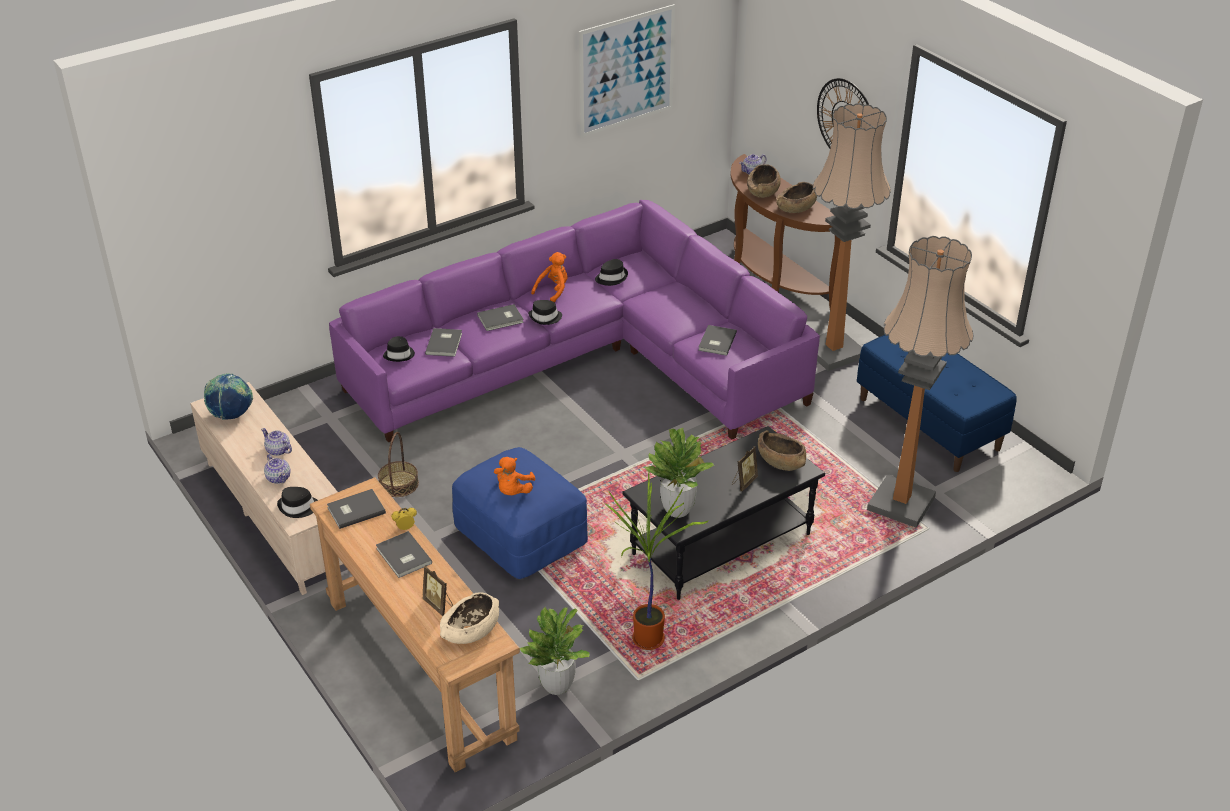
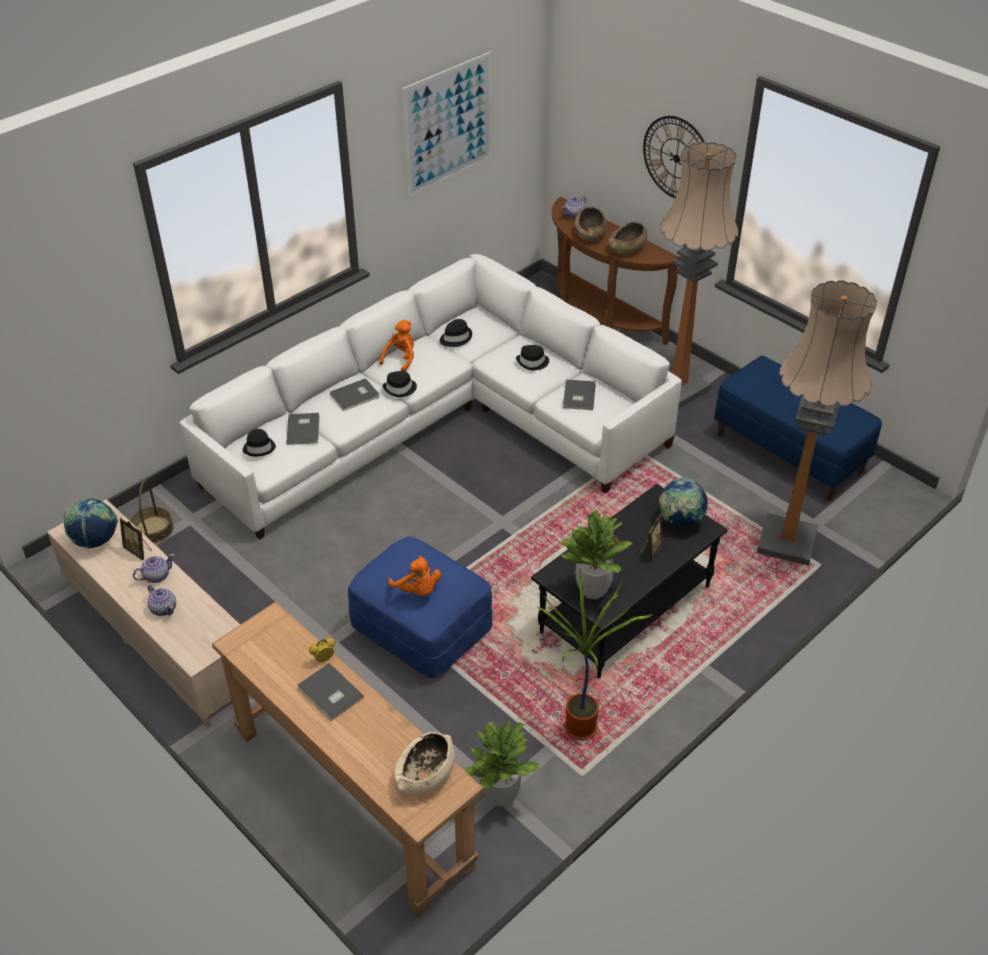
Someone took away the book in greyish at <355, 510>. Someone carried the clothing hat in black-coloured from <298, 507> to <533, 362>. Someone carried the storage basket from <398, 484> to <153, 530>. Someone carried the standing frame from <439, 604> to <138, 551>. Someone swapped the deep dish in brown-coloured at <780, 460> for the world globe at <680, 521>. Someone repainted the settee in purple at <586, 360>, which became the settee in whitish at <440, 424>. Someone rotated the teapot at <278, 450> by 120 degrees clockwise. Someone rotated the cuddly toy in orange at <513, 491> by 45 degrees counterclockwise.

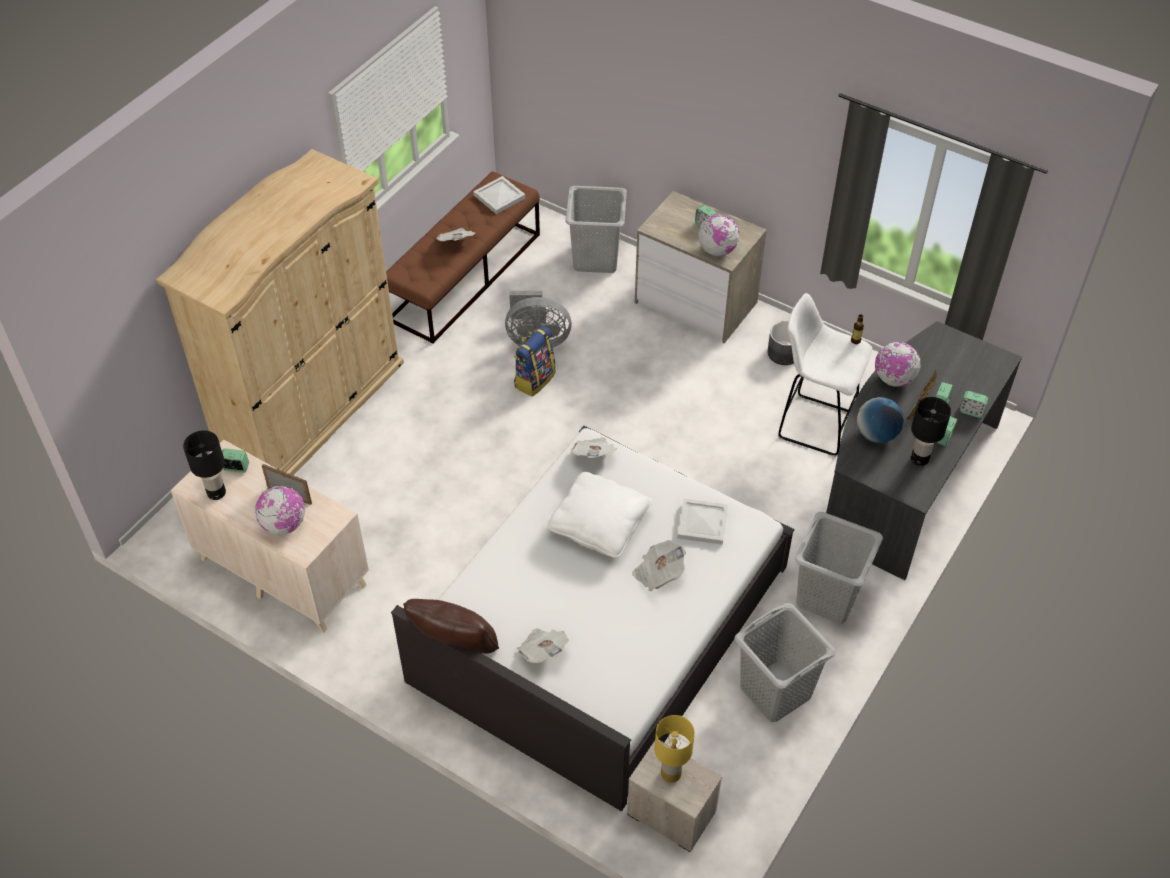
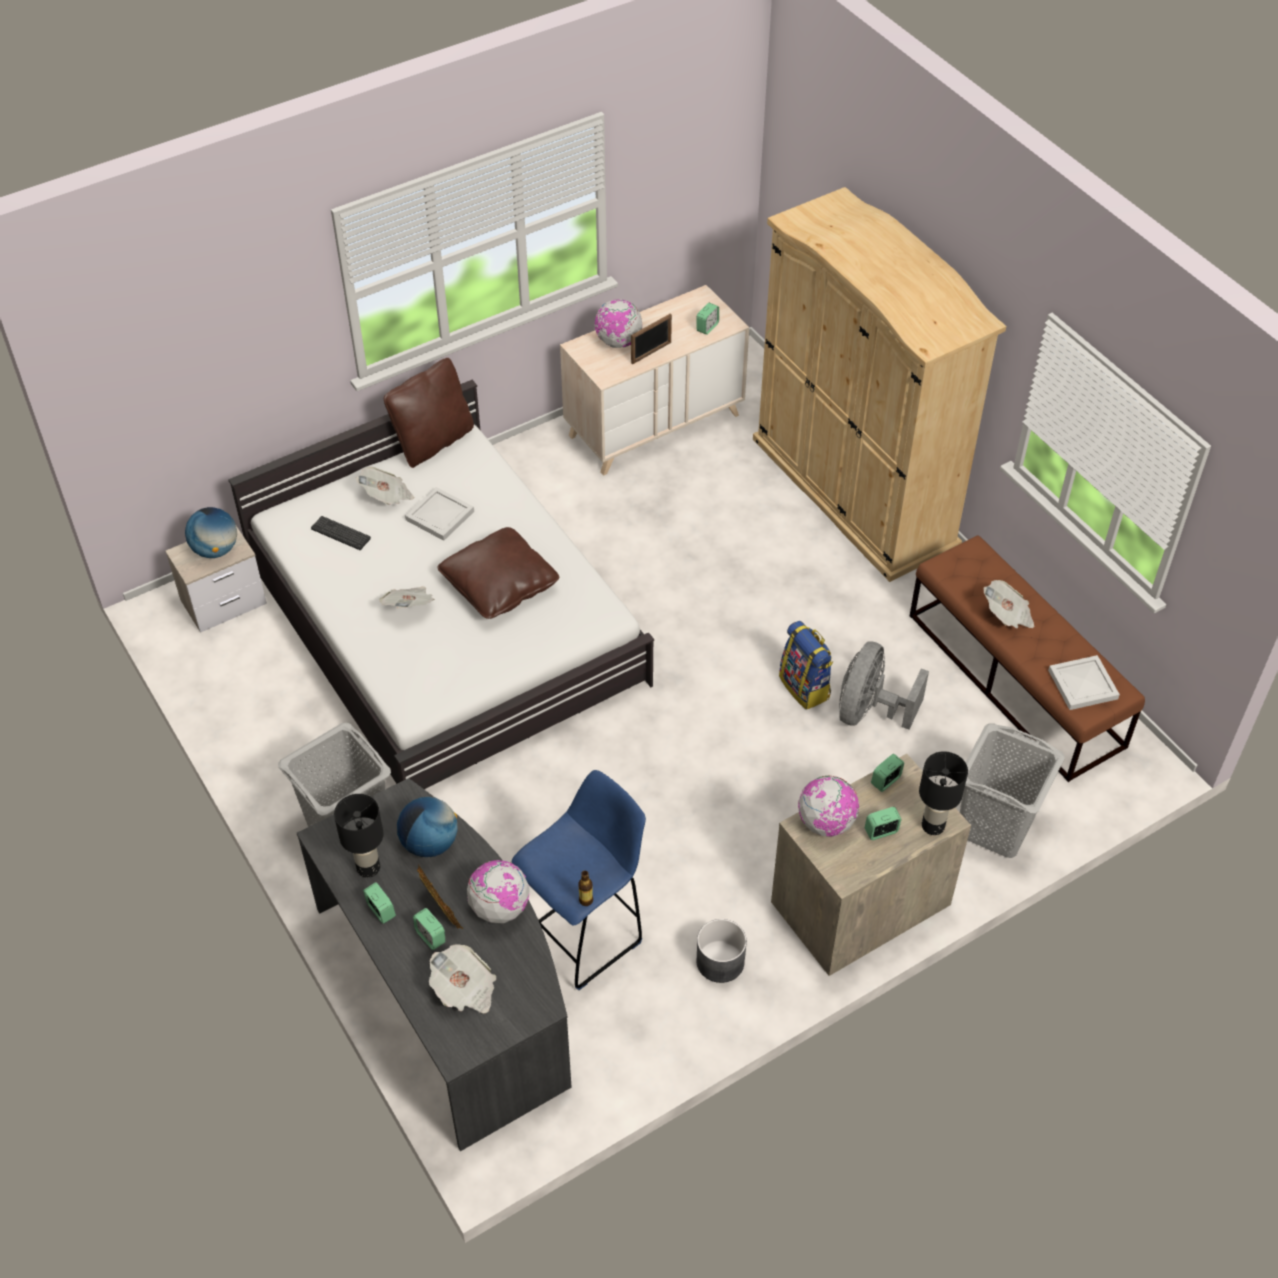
Someone took away the washing basket in greyish at <775, 692>. Someone put down the keyboard at <340, 533>. Someone carried the lamp for a table in black-coloured from <217, 493> to <932, 826>. Someone carried the printed paper from <594, 455> to <464, 989>. Someone carried the carrying tray in whitish from <701, 522> to <441, 515>. Someone carried the alarm clock from <971, 411> to <886, 781>. Someone swapped the lamp for a table in yellow-coloured at <670, 773> for the world globe at <215, 550>. Someone repainted the pillow in whitish at <599, 524>, which became the pillow in brown-coloured at <499, 585>. Someone repainted the stool seat in whitish at <814, 424>, which became the stool seat in bluish at <585, 935>.

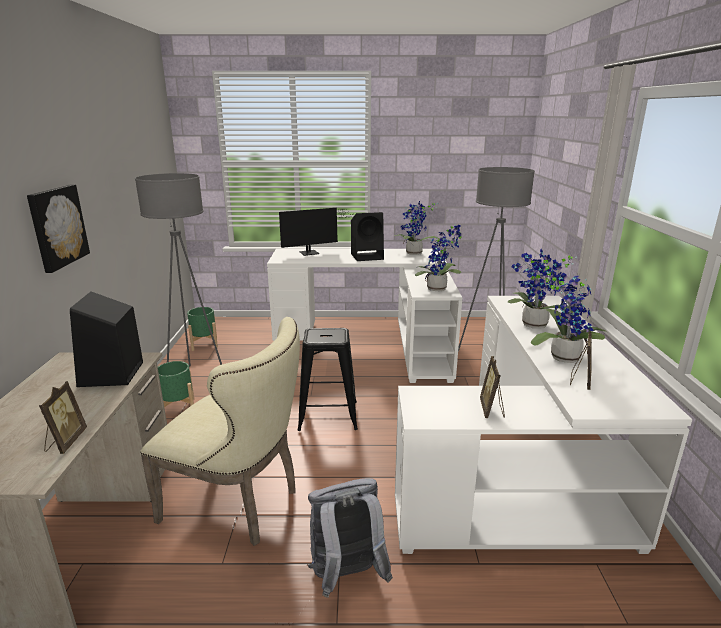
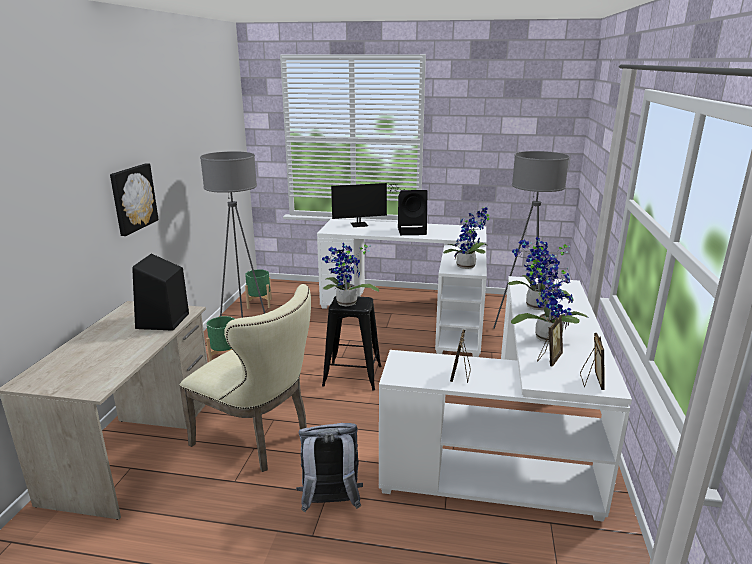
Someone carried the standing frame from <65, 442> to <591, 381>. Someone carried the houseplant from <414, 254> to <346, 304>.

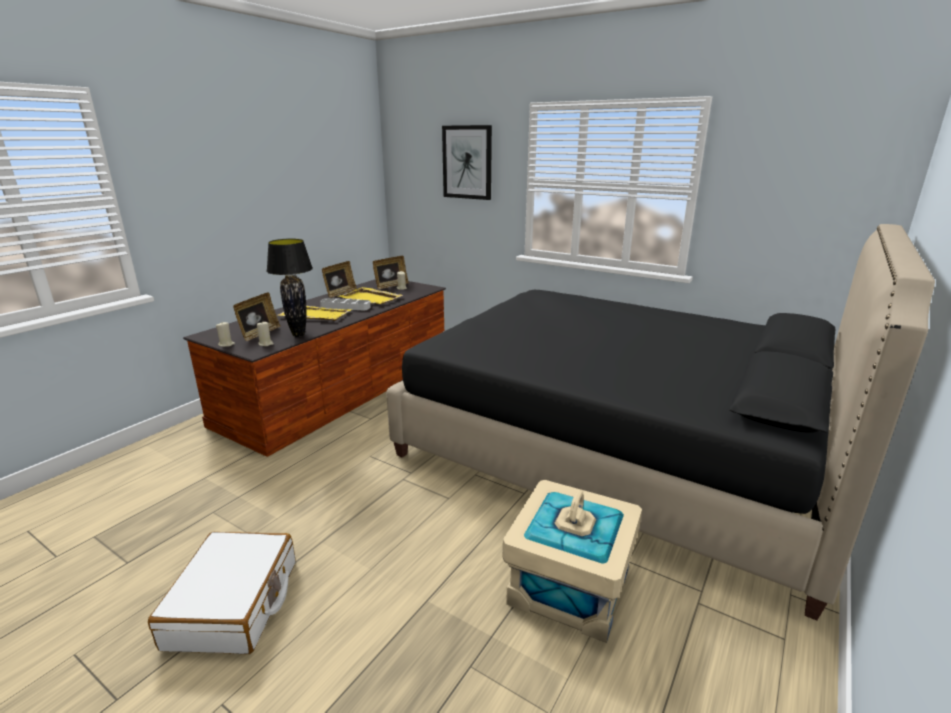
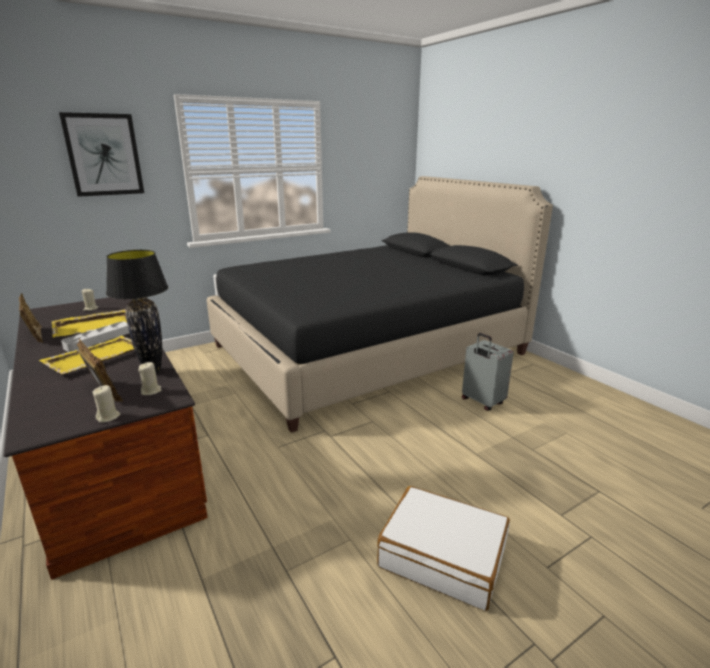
Someone took away the standing frame at <391, 285>. Someone swapped the storage box in beige-coloured at <568, 585> for the travel case in greyish at <482, 402>.

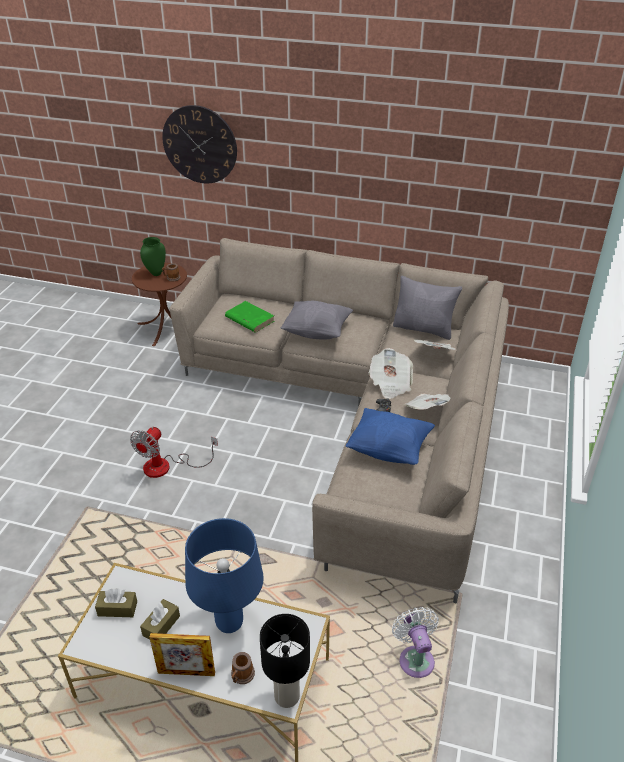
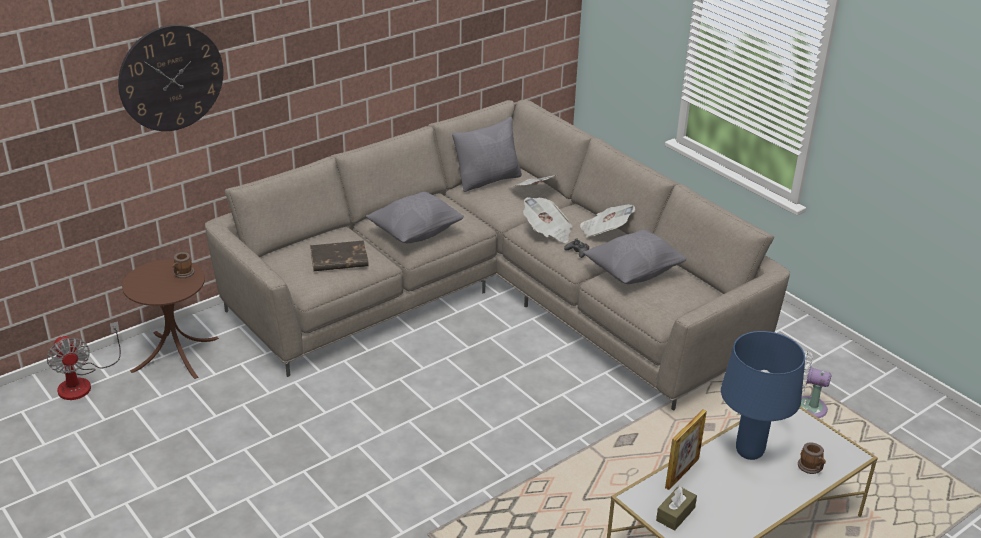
Someone took away the flower vase in greenish at <156, 274>. Someone took away the box of tissues in brown-coloured at <161, 625>. Someone took away the lamp for a table in black-coloured at <287, 697>. Someone carried the fan from <166, 466> to <82, 382>. Someone carried the standing frame from <186, 672> to <682, 473>. Someone repainted the book in greenish at <249, 319>, which became the book in brown-coloured at <338, 260>. Someone repainted the pillow in bluish at <389, 449>, which became the pillow in greyish at <633, 273>.

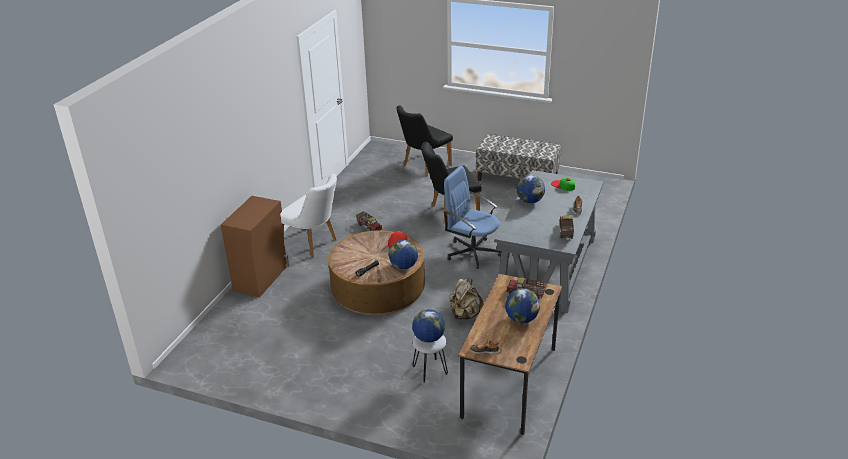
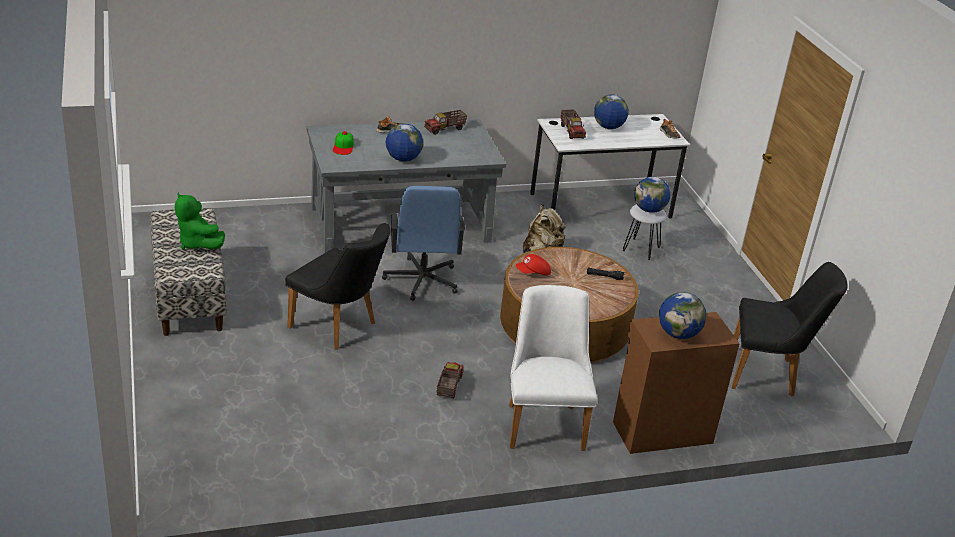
Someone put down the cuddly toy in greenish at <197, 244>. Someone carried the world globe from <403, 266> to <678, 334>. Someone carried the chair in black-coloured from <423, 166> to <769, 374>. Someone repainted the desk in brown-coloured at <509, 382>, which became the desk in whitish at <600, 205>.

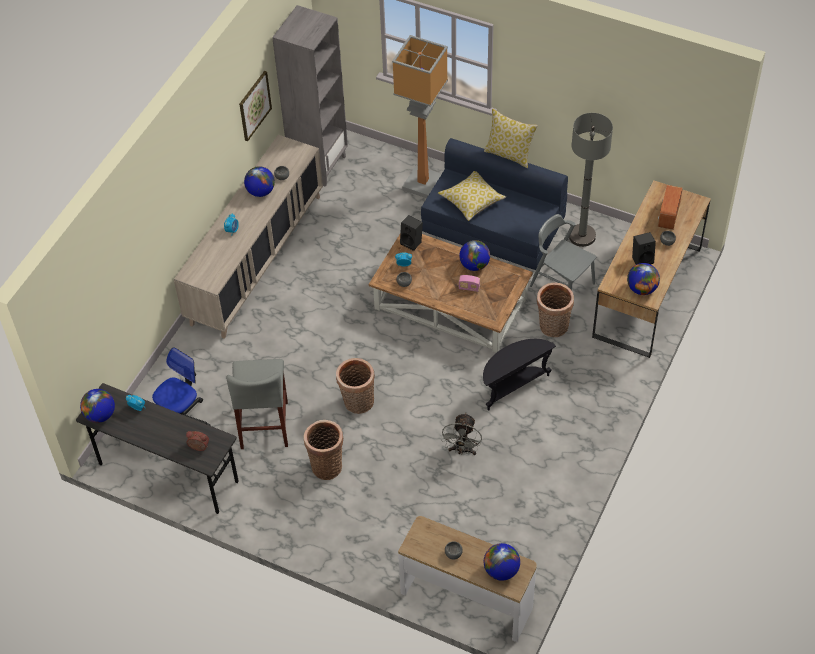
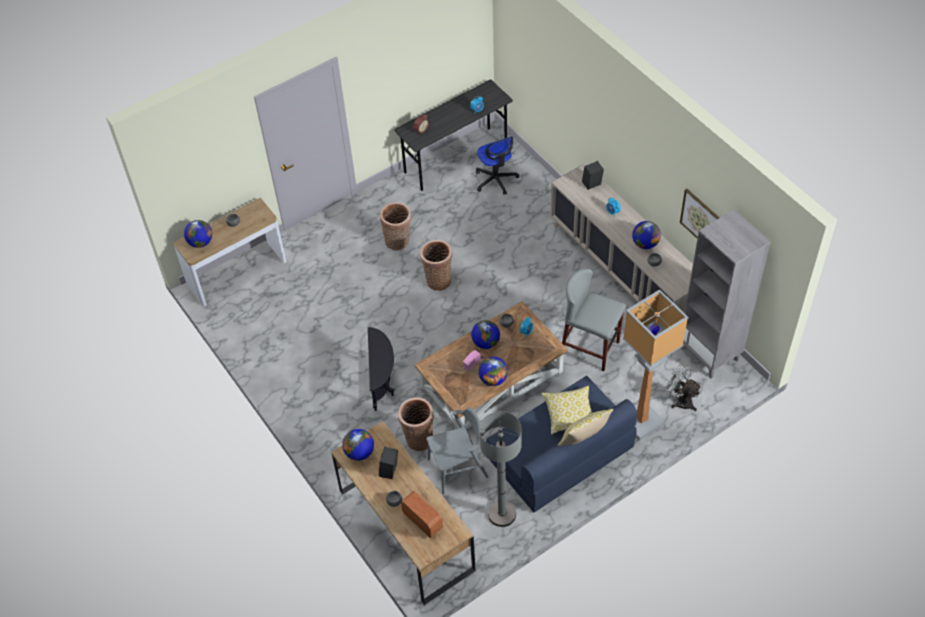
Someone carried the world globe from <100, 415> to <486, 342>. Someone carried the stool seat in greyish from <264, 425> to <590, 348>. Someone carried the audio speaker in black-coloured from <412, 242> to <591, 185>. Someone carried the fan in greyish from <462, 450> to <680, 400>.

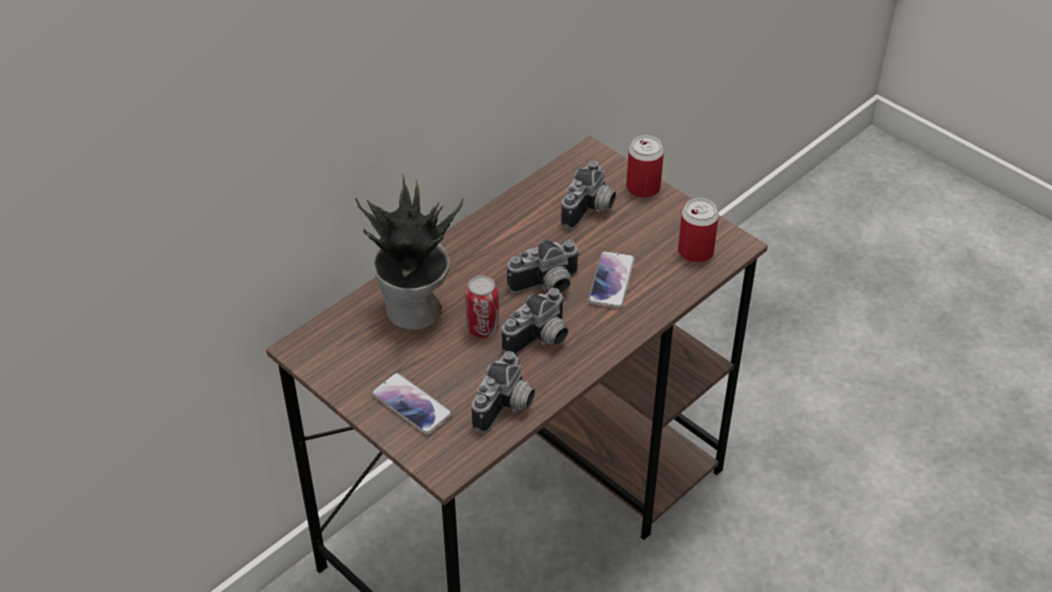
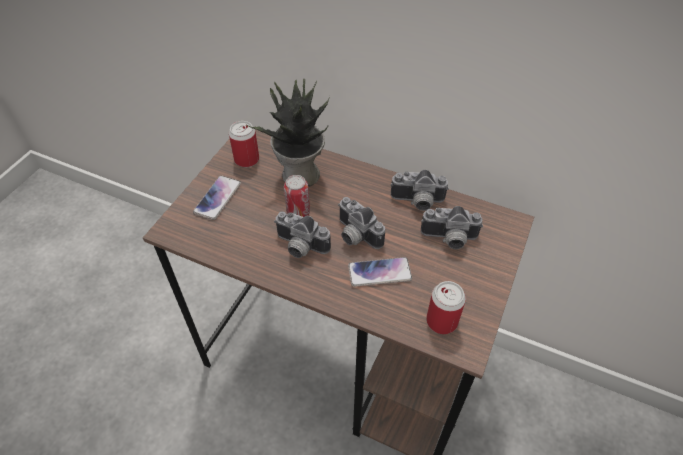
Someone carried the photo camera from <507, 408> to <417, 202>. Someone carried the metal can from <643, 188> to <246, 159>.

